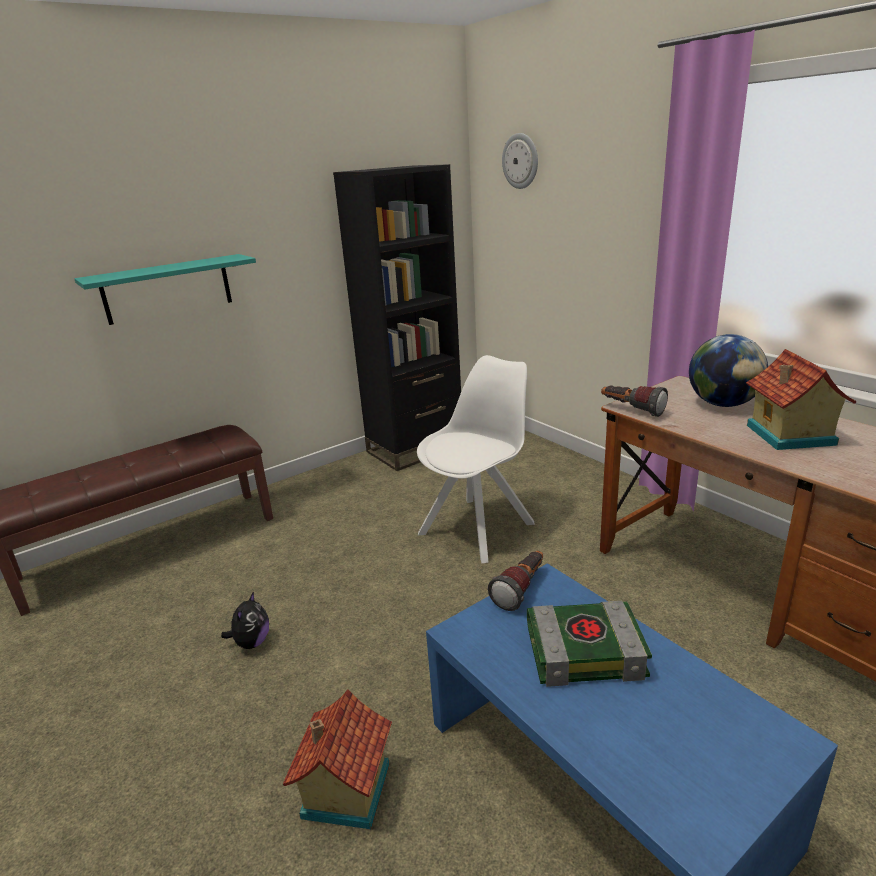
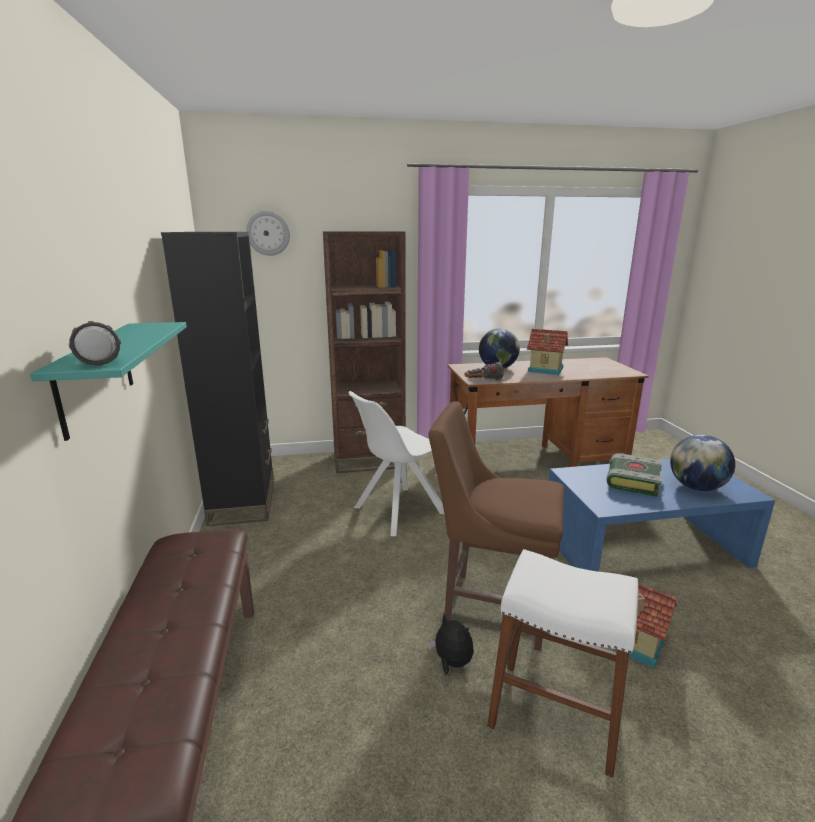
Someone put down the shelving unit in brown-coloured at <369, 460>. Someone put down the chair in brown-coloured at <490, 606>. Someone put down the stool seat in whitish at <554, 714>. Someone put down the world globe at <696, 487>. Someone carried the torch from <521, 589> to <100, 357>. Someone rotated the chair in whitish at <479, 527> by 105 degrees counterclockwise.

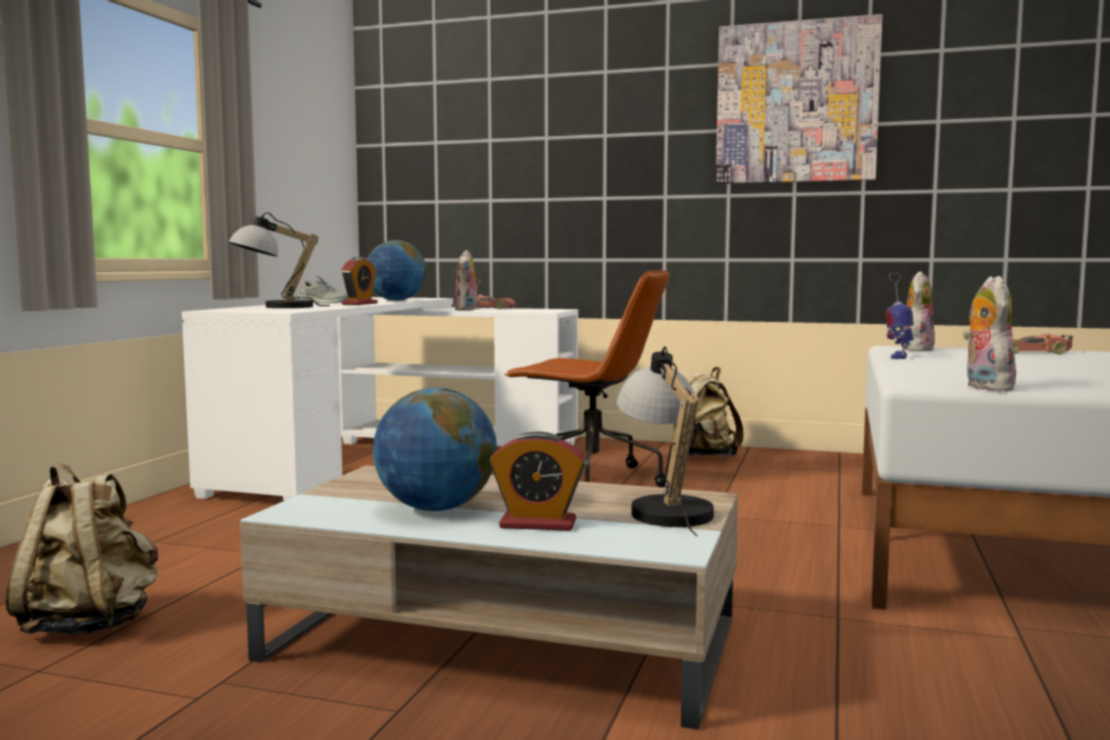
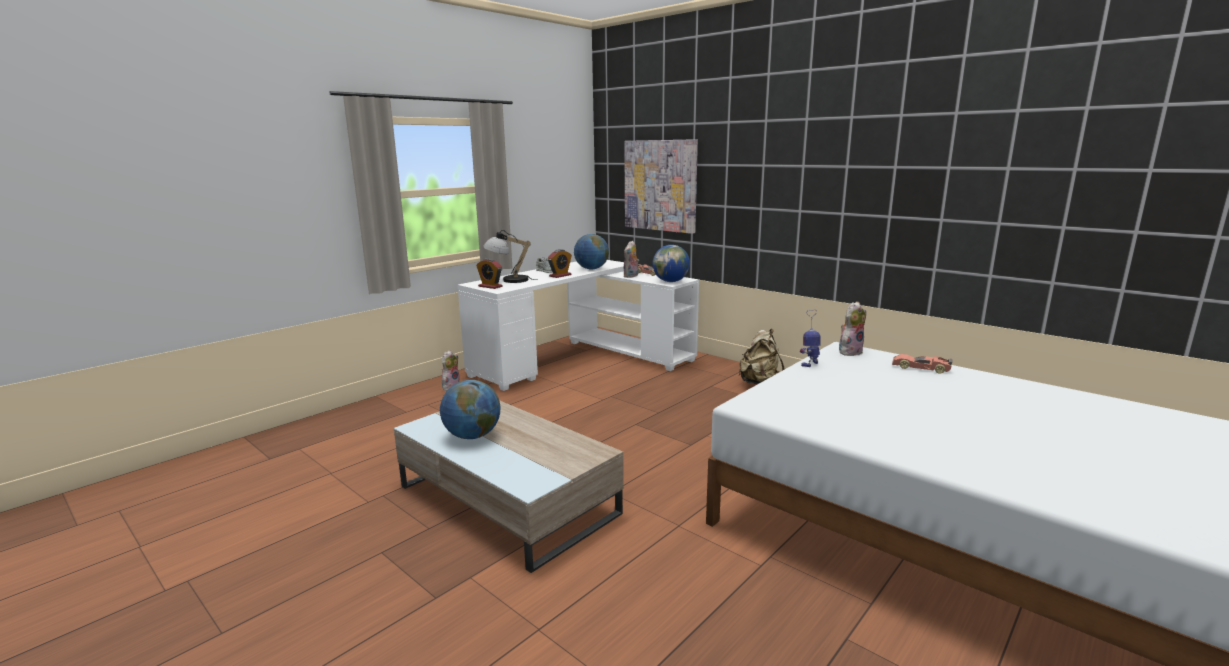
Someone took away the backpack in beige-coloured at <90, 624>. Someone took away the computer chair in brown-coloured at <590, 480>. Someone took away the lamp for a table at <664, 509>. Someone put down the world globe at <671, 281>. Someone carried the alarm clock from <538, 524> to <490, 286>. Someone carried the wall art from <796, 103> to <660, 185>. Someone carried the cuddly toy from <984, 387> to <451, 387>.

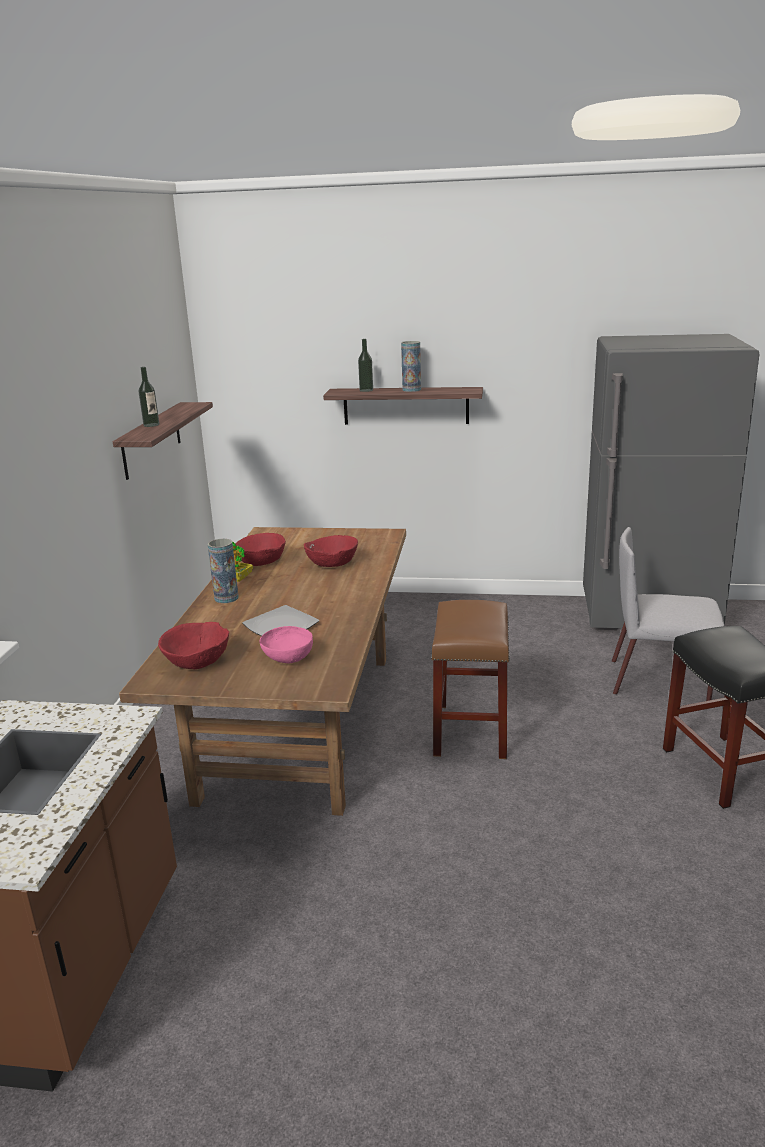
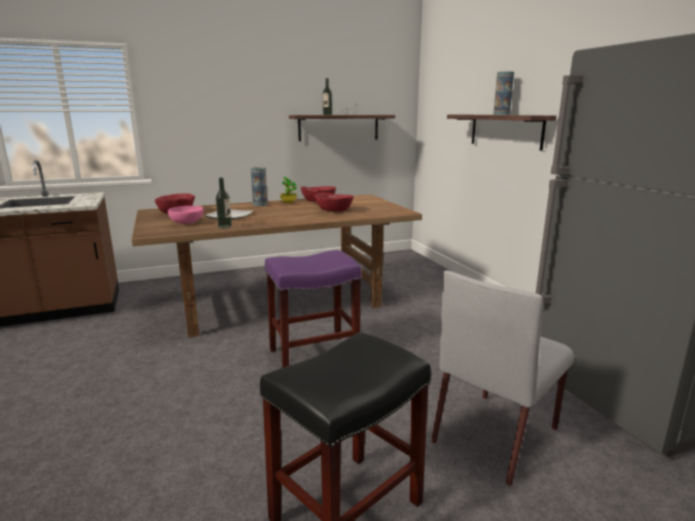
Someone carried the beverage bottle from <366, 390> to <225, 226>. Someone repainted the stool seat in brown-coloured at <471, 731>, which became the stool seat in purple at <313, 355>. Someone rotated the chair in greyish at <661, 681> by 120 degrees counterclockwise.

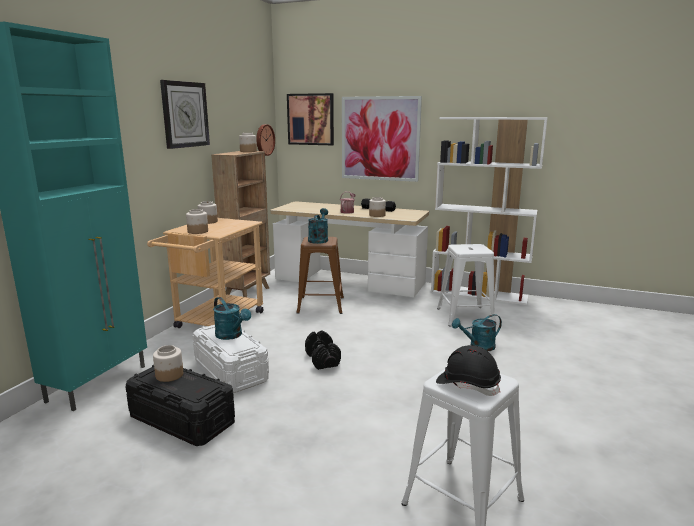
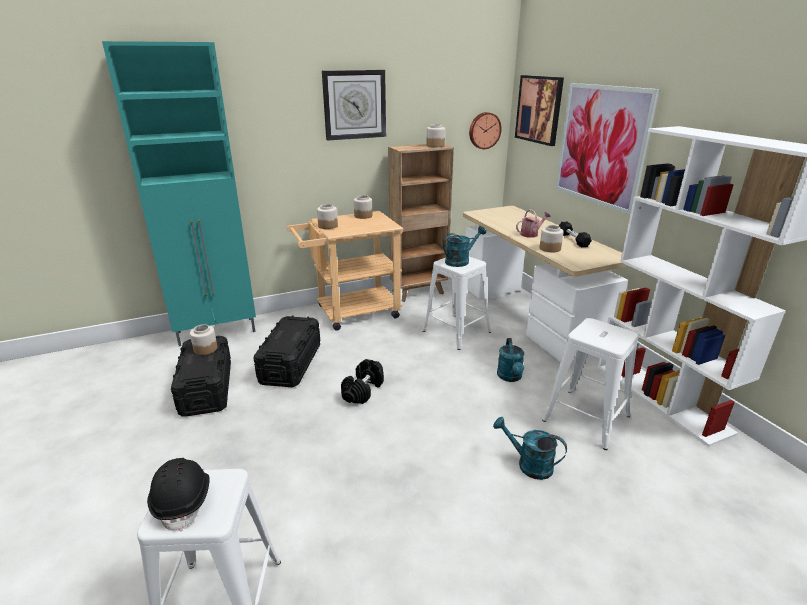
Someone carried the watering can in turquoise-coloured from <231, 335> to <510, 377>. Someone repainted the storage box in whitish at <231, 371>, which became the storage box in black-coloured at <291, 364>. Someone repainted the stool seat in brown-coloured at <320, 305>, which became the stool seat in whitish at <456, 331>.

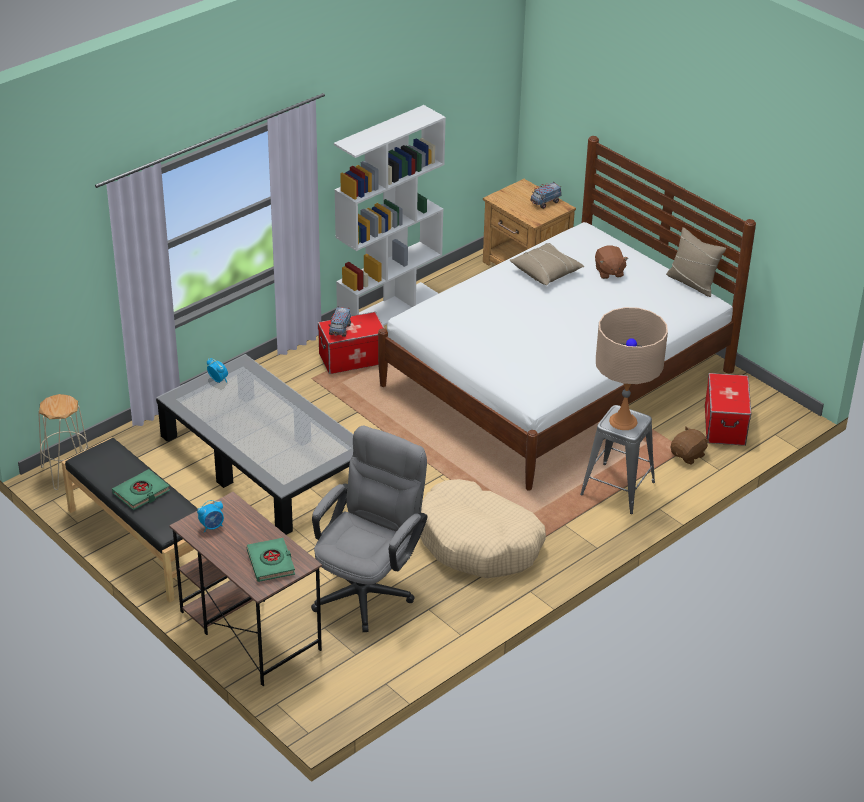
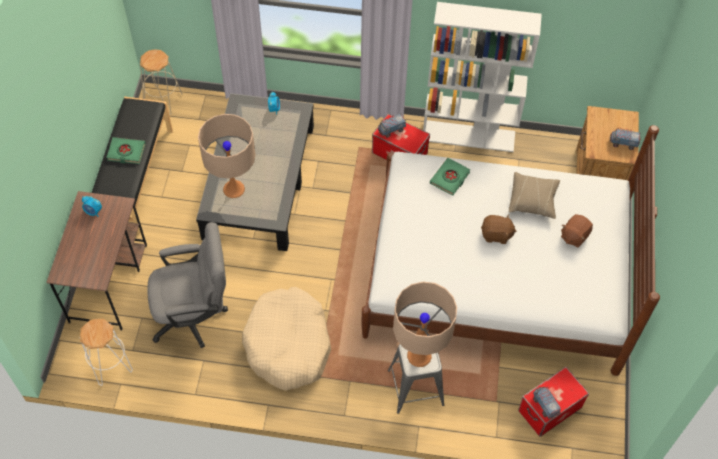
Someone took away the pillow in beige-coloured at <692, 283>. Someone put down the stool seat in whitish at <110, 364>. Someone put down the lamp for a table in beige-coloured at <234, 189>. Someone put down the model truck at <545, 405>. Someone carried the book in greenish from <271, 563> to <450, 178>. Someone carried the cuddly toy in brown-coloured from <688, 455> to <496, 235>.

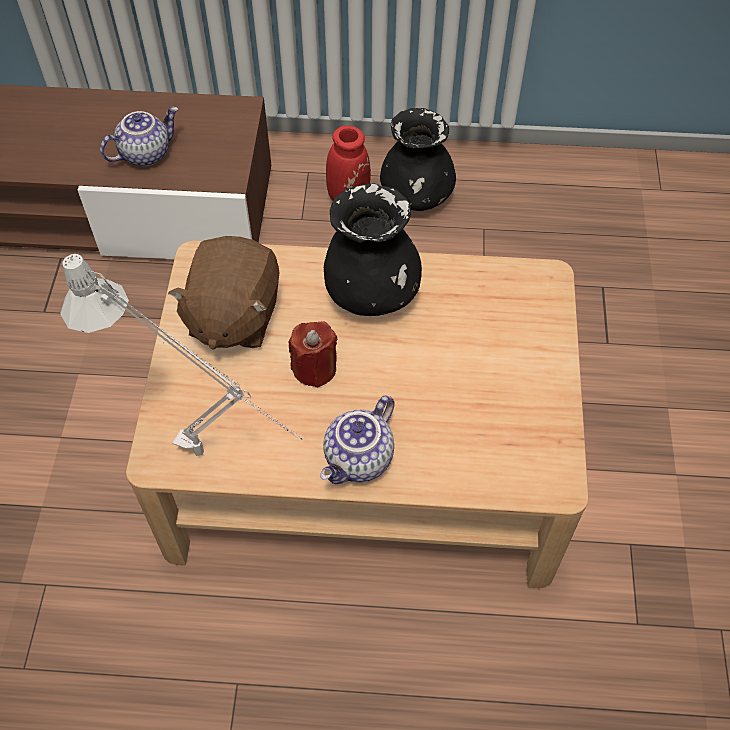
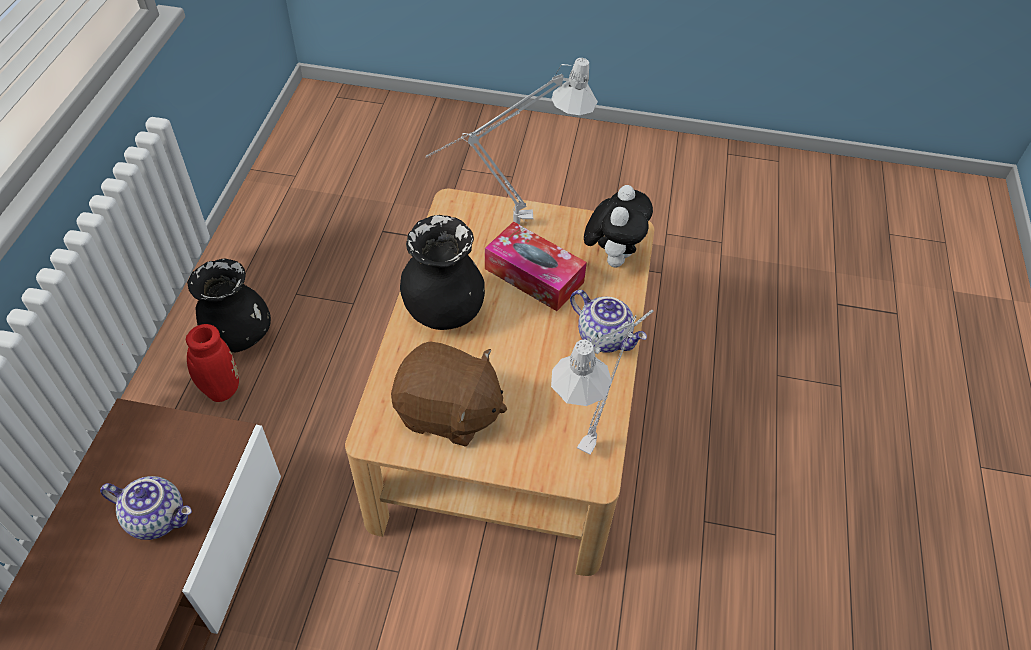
Someone took away the wax light in red at <314, 368>. Someone put down the lamp for a table in greyish at <506, 225>. Someone put down the box of tissues at <534, 275>. Someone put down the cuddly toy at <613, 256>. Someone rotated the teapot at <145, 153> by 135 degrees clockwise.

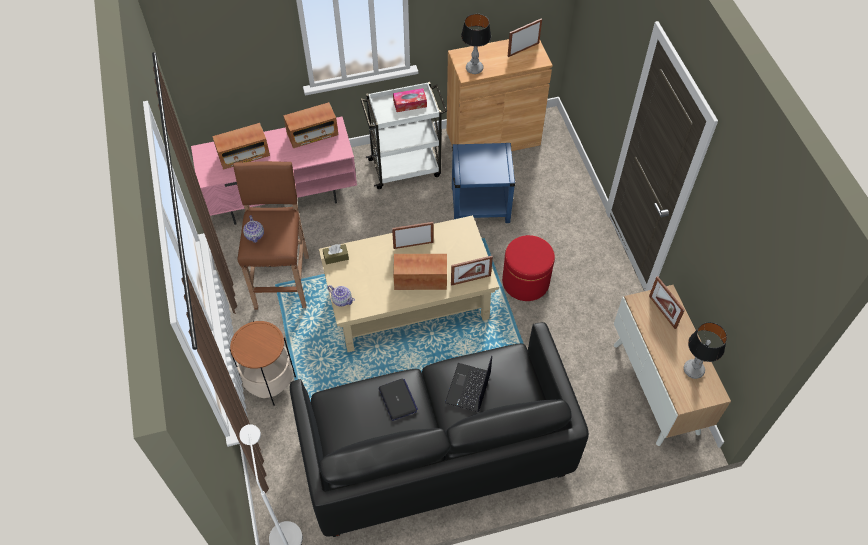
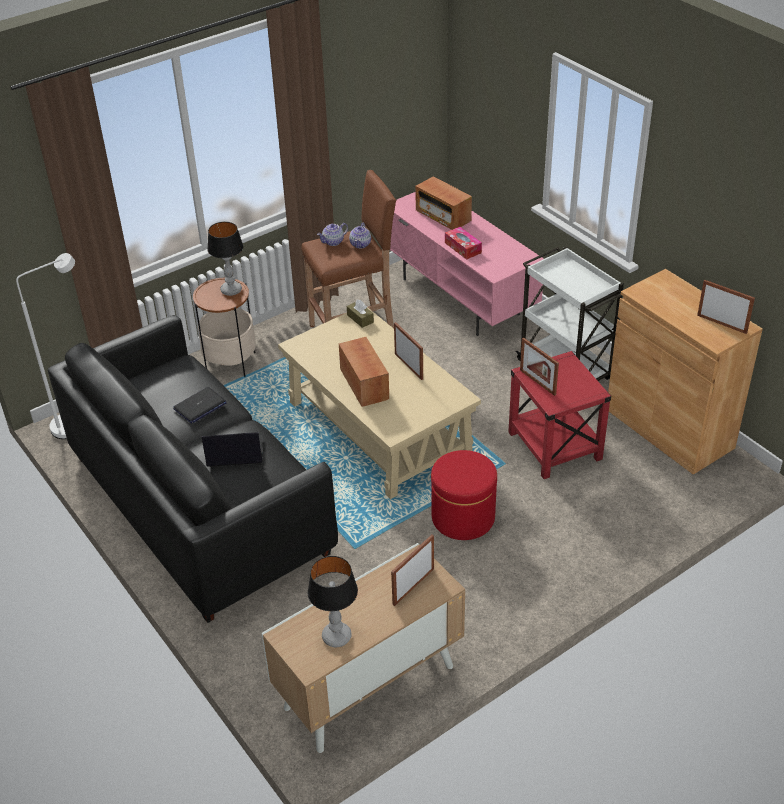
Someone took away the radio set at <312, 134>. Someone carried the teapot from <341, 299> to <360, 244>. Someone carried the box of tissues from <410, 104> to <463, 248>. Someone carried the standing frame from <470, 280> to <537, 382>. Someone carried the lamp for a table from <474, 68> to <231, 290>. Someone repainted the accent table in bluish at <481, 204>, which became the accent table in red at <555, 446>.

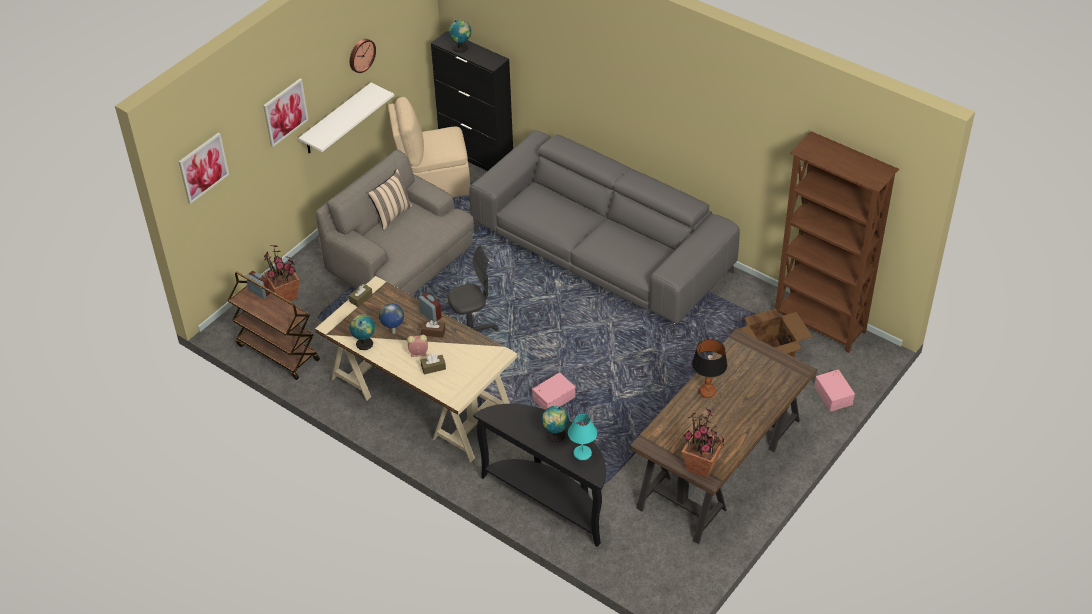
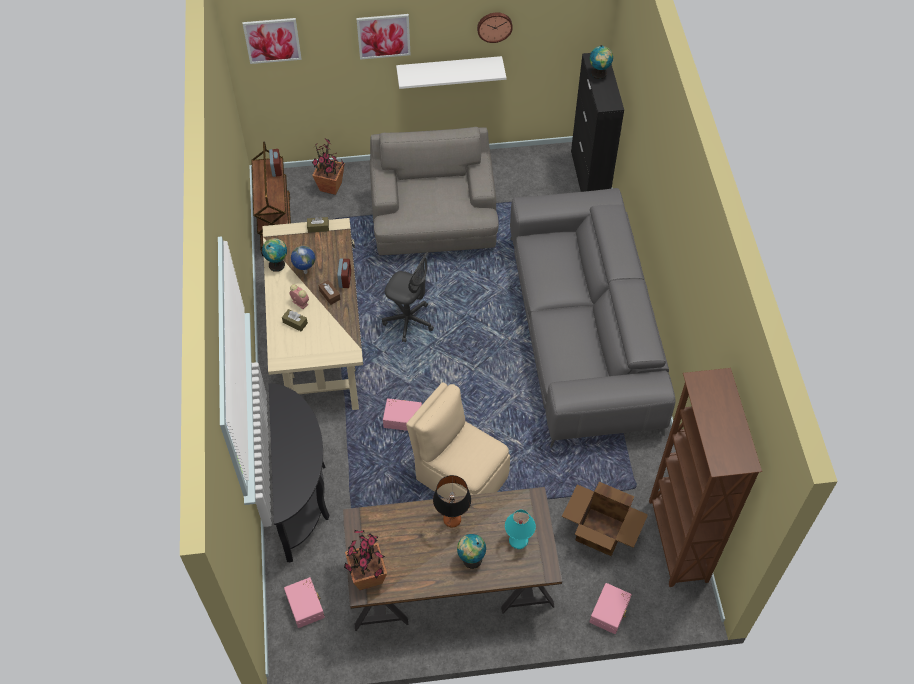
Someone took away the pillow in beige-coloured at <391, 215>. Someone put down the storage box in pink at <306, 605>. Someone carried the chair in beige-coloured from <433, 183> to <460, 476>. Someone carried the world globe from <555, 436> to <470, 559>. Someone carried the lamp for a table in turquoise-coloured from <582, 453> to <518, 541>.

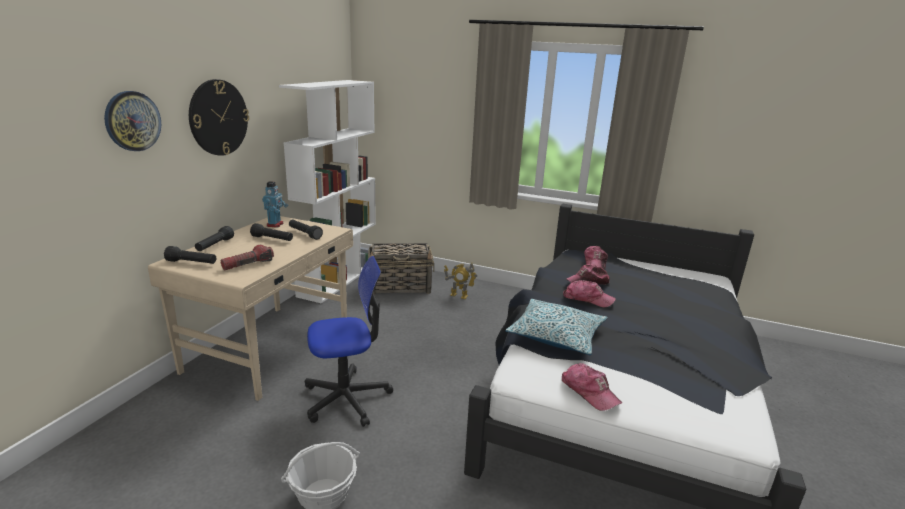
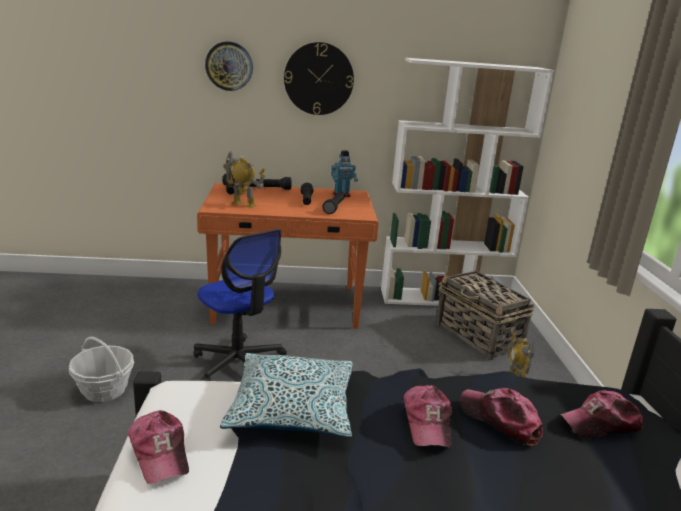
Someone swapped the torch at <248, 264> for the toy robot at <243, 204>. Someone repainted the desk in beige-coloured at <271, 348>, which became the desk in orange at <287, 305>. Someone rotated the peaked cap at <589, 392> by 60 degrees counterclockwise.

